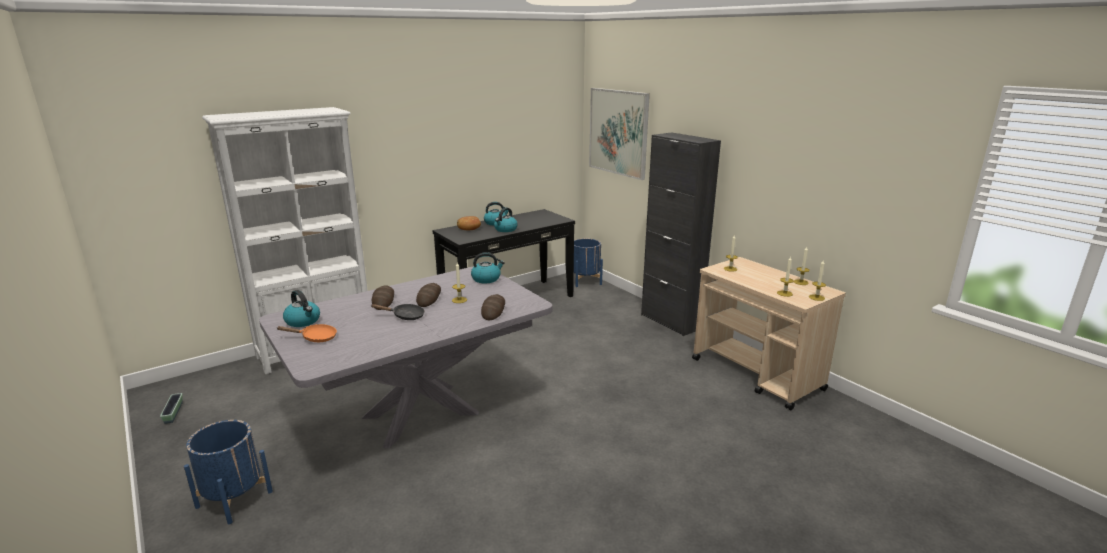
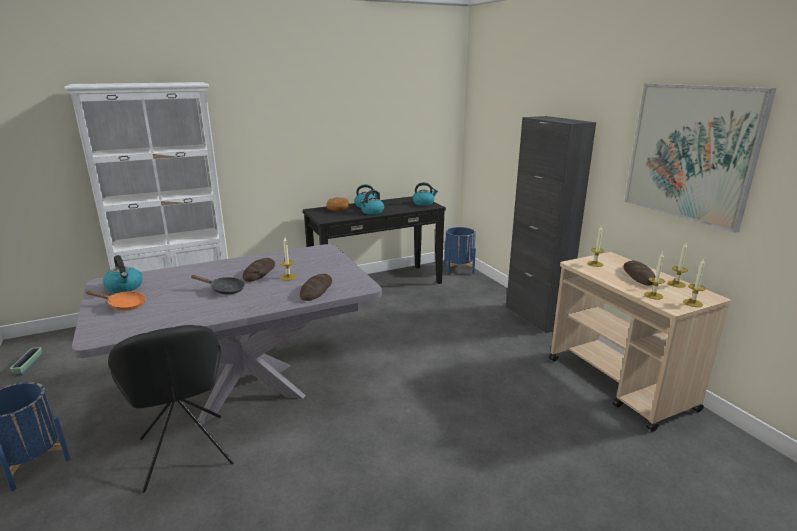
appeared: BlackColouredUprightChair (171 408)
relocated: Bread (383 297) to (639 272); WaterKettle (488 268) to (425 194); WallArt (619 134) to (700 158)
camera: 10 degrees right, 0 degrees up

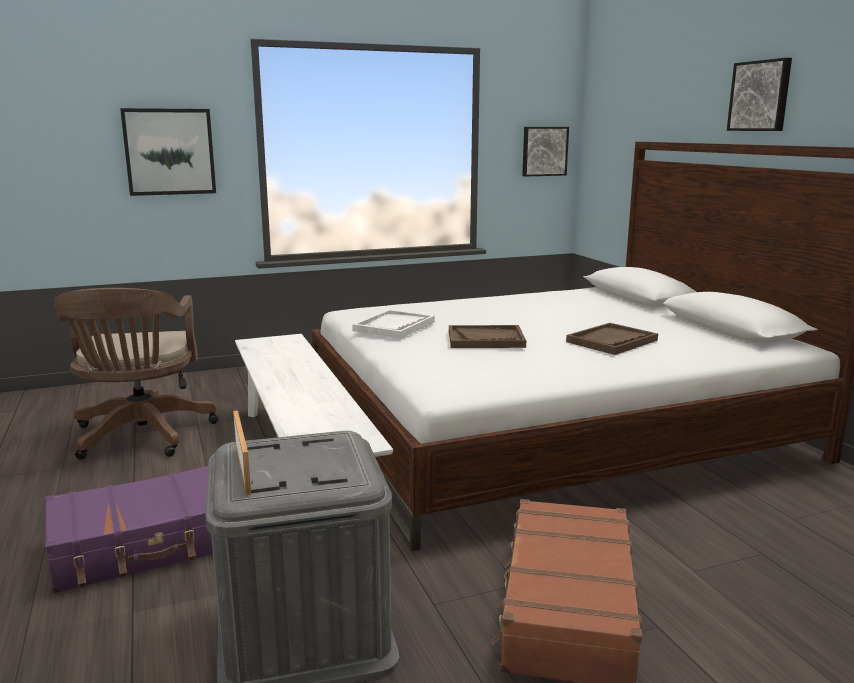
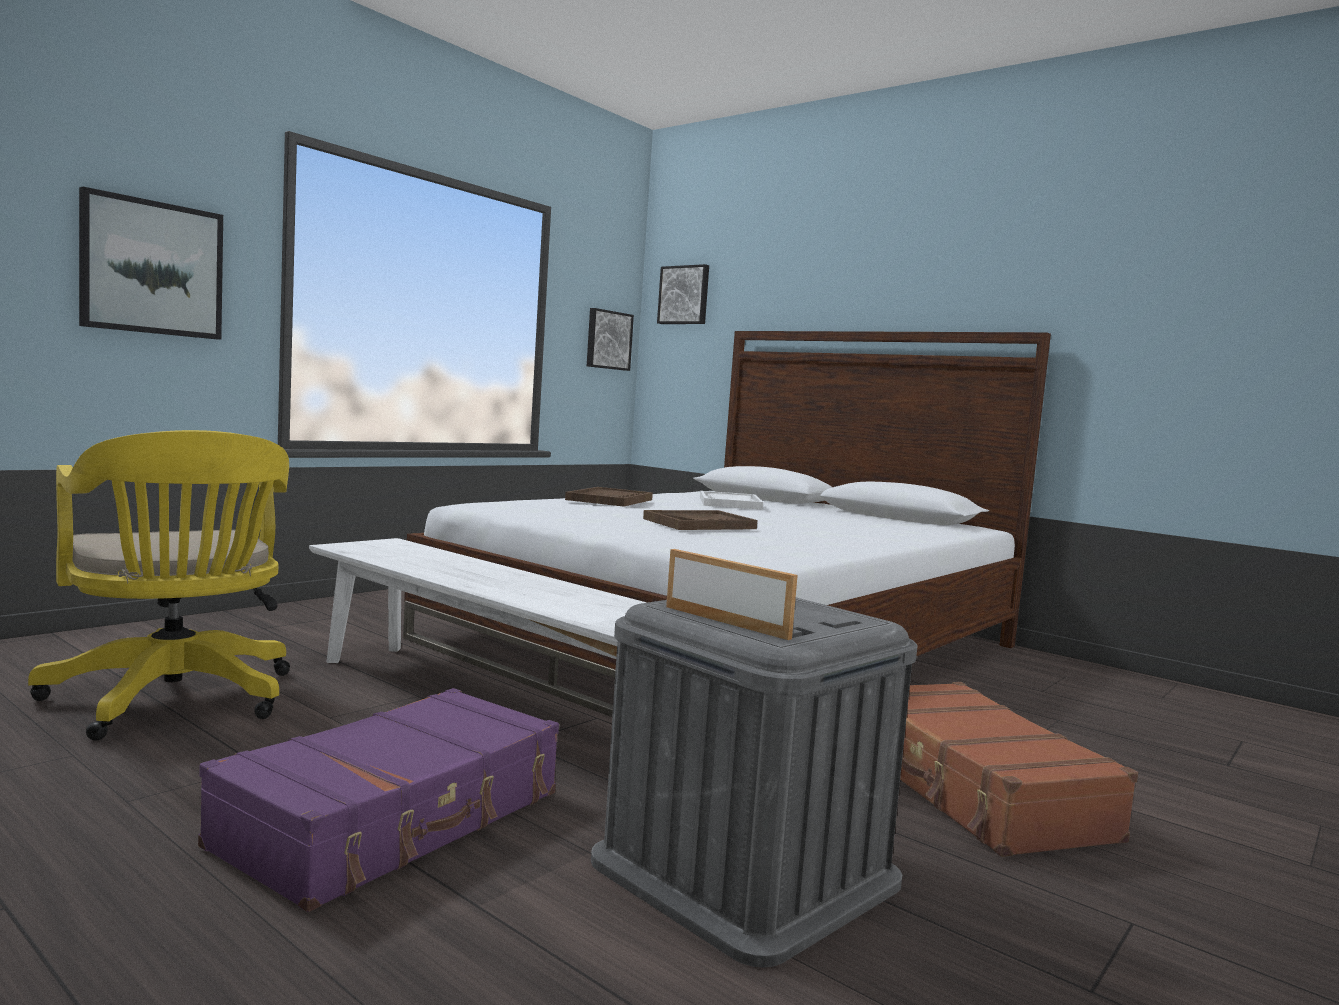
relocated: WhiteCarryingTray (394 324) to (731 500); BrownColouredCarryingTray (612 339) to (609 497); WallArt (759 94) to (683 294)
colour: BrownColouredOfficeChair (136 374) to YellowColouredOfficeChair (159 585)
camera: 30 degrees left, 10 degrees down

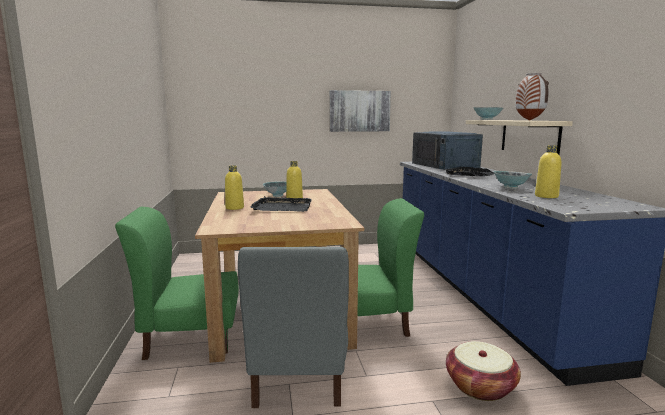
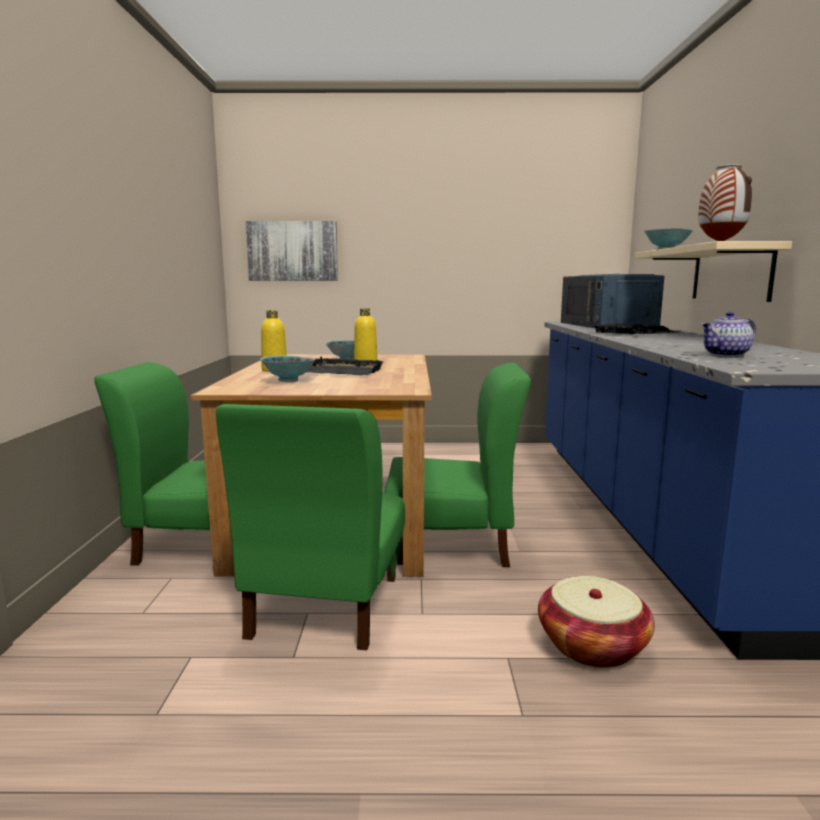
relocated: WallArt (360 111) to (291 251); ServingBowl (513 180) to (288 368)
exchanged: YellowColouredDrinkBottle (548 171) to Teapot (728 334)
colour: GrayUprightChair (293 327) to GreenColouredUprightChair (310 527)
camera: 10 degrees right, 0 degrees up

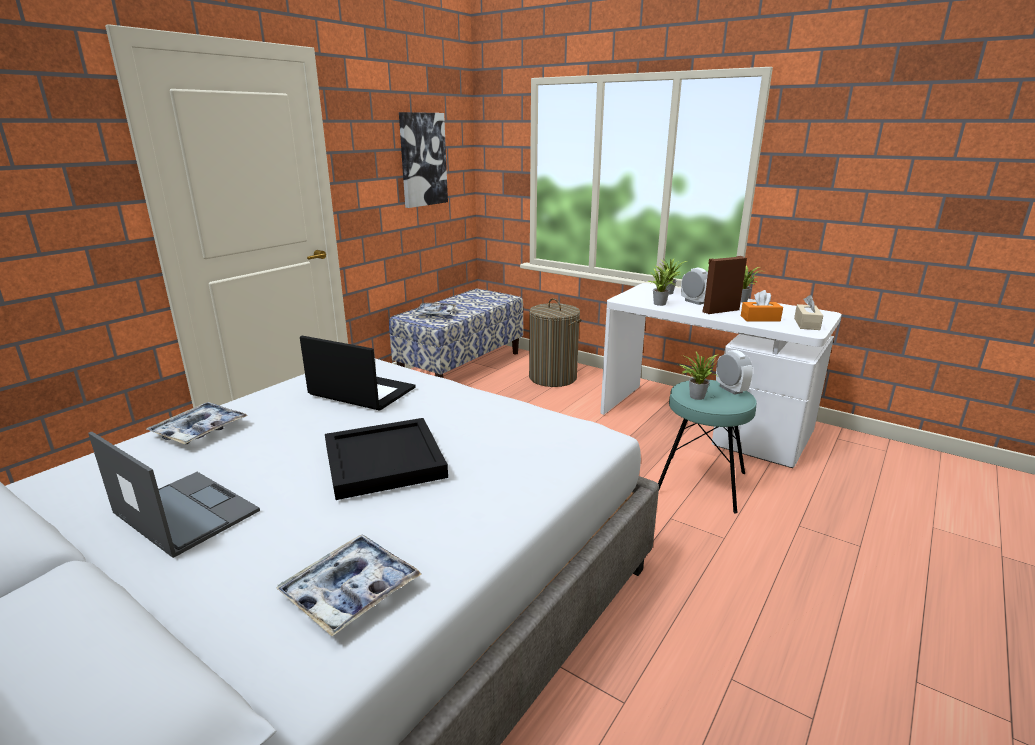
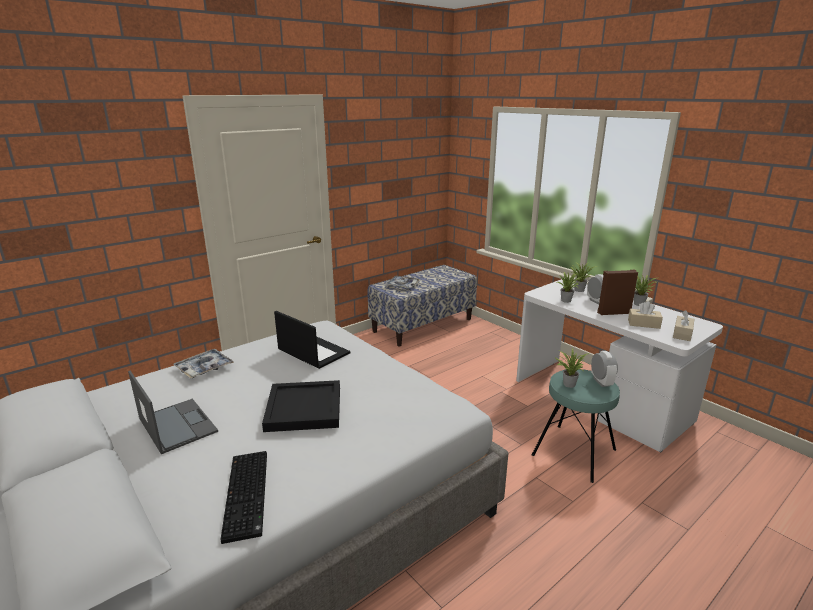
missing: WallArt (423 160); Hamper (555 342)
exchanged: CarryingTray (349 585) to PcKeyboard (243 497)
colour: OrangeyTissueHolder (762 306) to BeigeTissueHolder (645 315)
camera: 15 degrees right, 0 degrees up

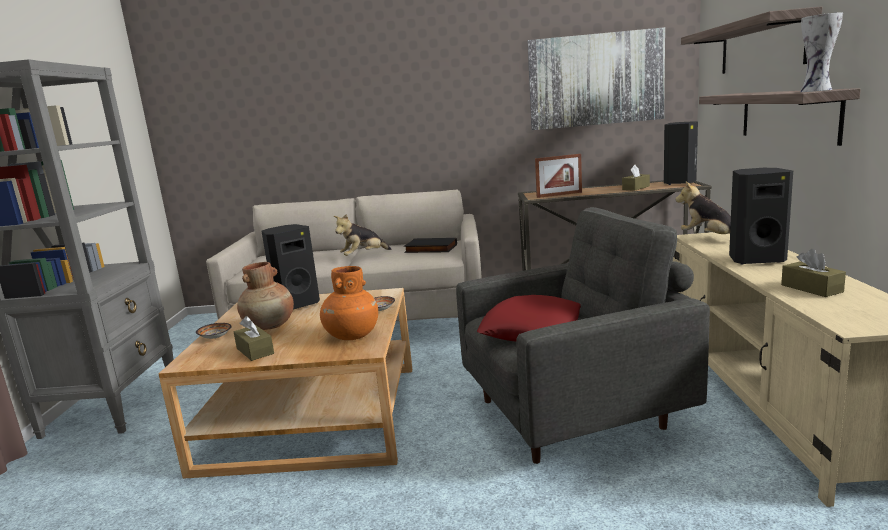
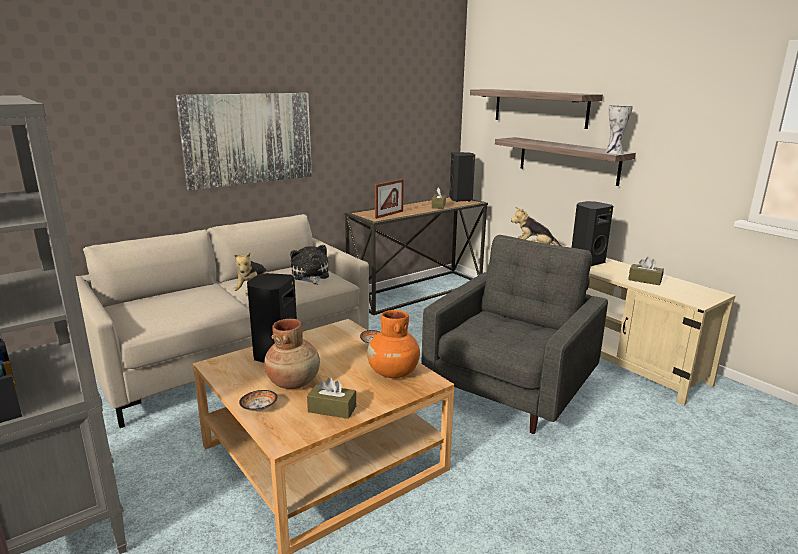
missing: RedPillow (529 318)
relocated: WallArt (596 78) to (244 141)
exchanged: BlackColouredVolume (430 245) to PlushToy (309 265)
camera: 40 degrees left, 5 degrees up

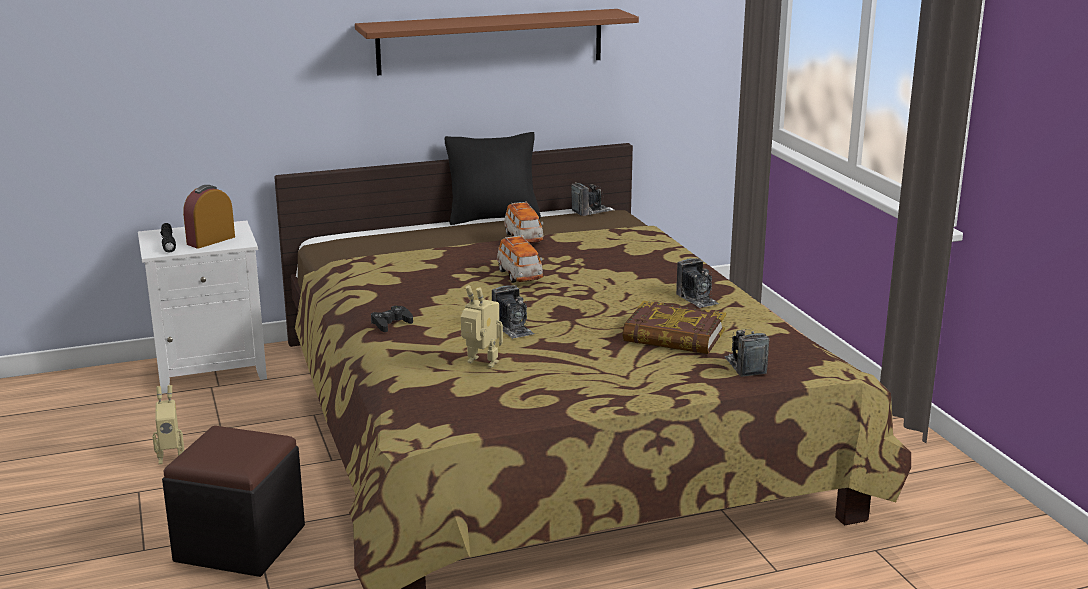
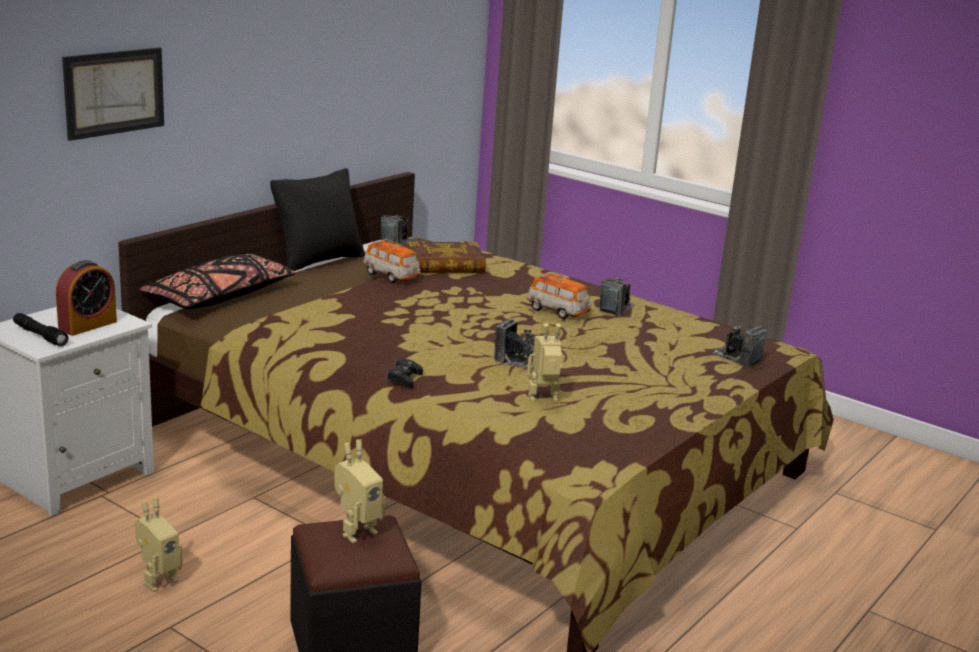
missing: BrownColouredWallShelf (497 42)
appeared: WallArt (113 94); BlackColouredPillow (217 281); ToyRobot (359 491)
relocated: ToyCar (520 259) to (559 295); Volume (674 327) to (447 257)
spun: BedsideClock (209 217) = (86 298) 150 degrees counterclockwise; PhotoCamera (697 283) = (617 297) 90 degrees counterclockwise
camera: 35 degrees left, 0 degrees up

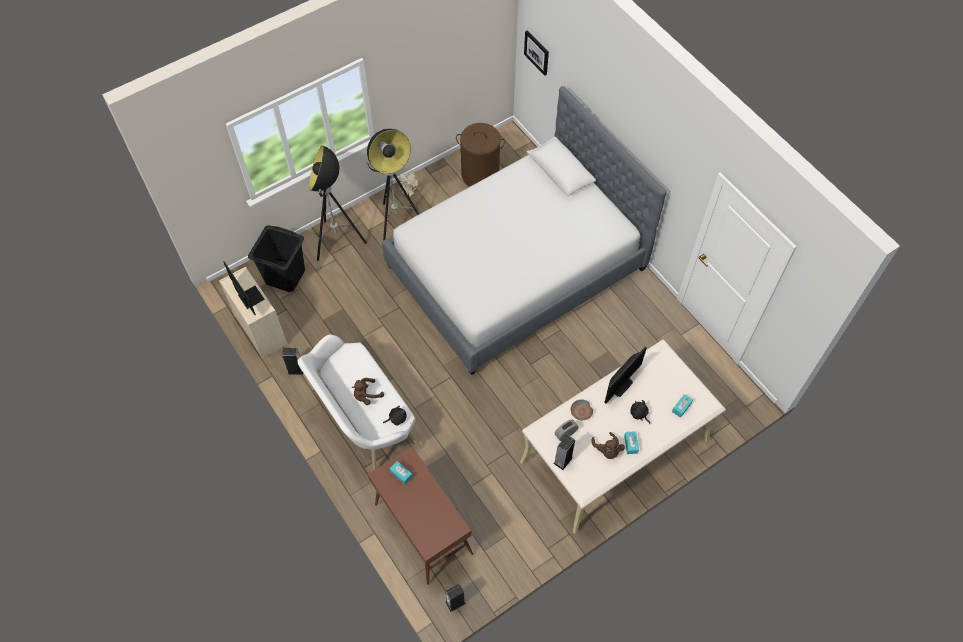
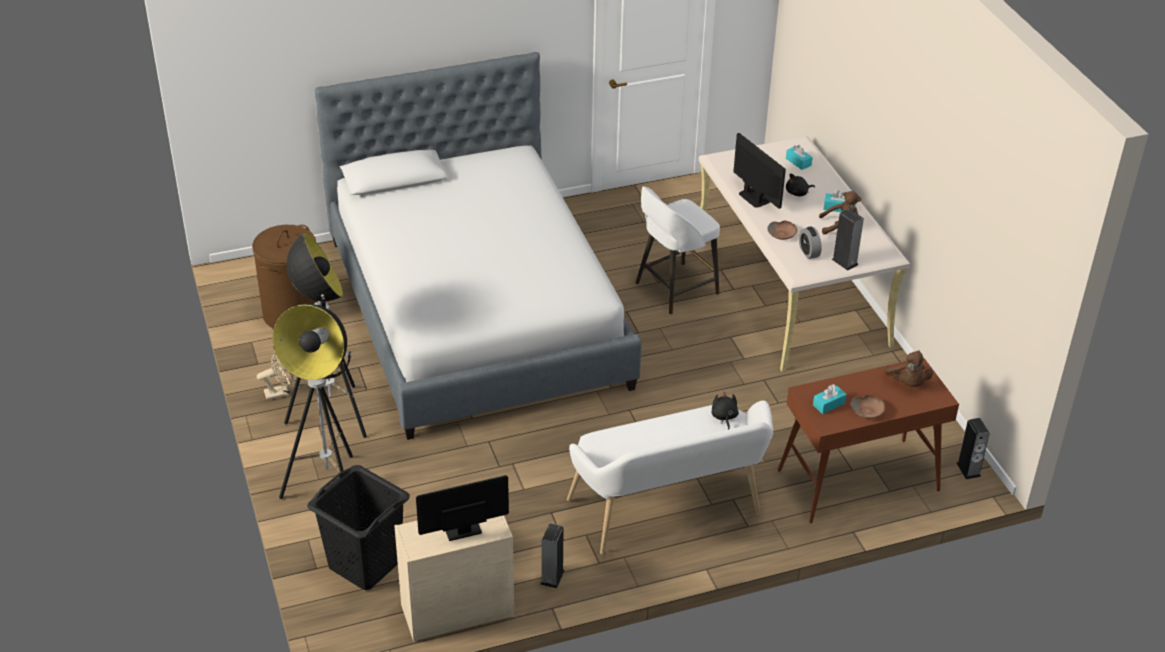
missing: WallArt (536 52)
appeared: WhiteSittingStool (678 250); BrownColouredServingBowl (868 407)
relocated: BrownColouredPlushToy (368 391) to (908 368)
camera: 75 degrees left, 20 degrees down

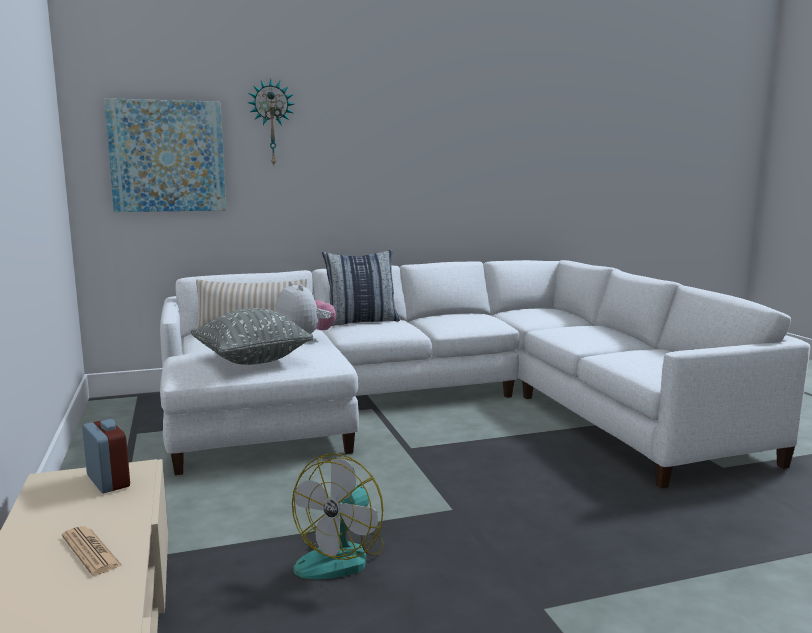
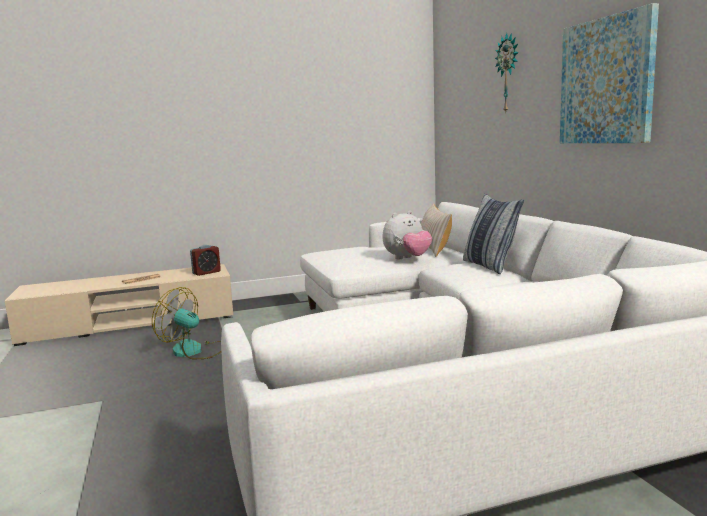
missing: GrayPillow (252 336)
relocated: WallArt (165 155) to (609 73)
camera: 90 degrees right, 0 degrees up

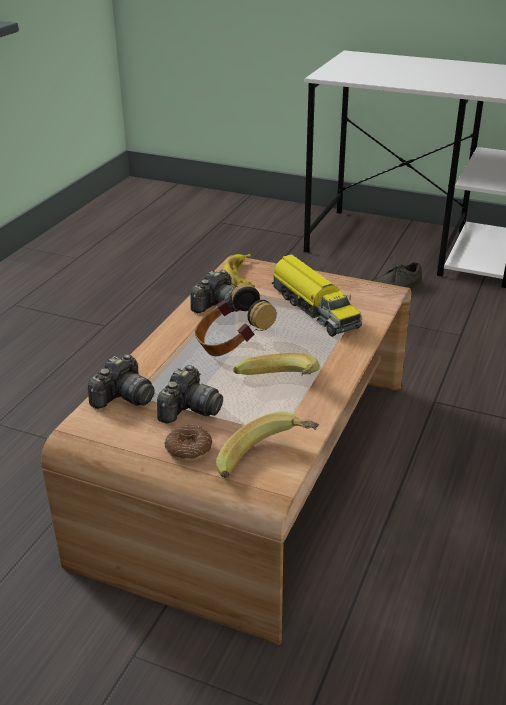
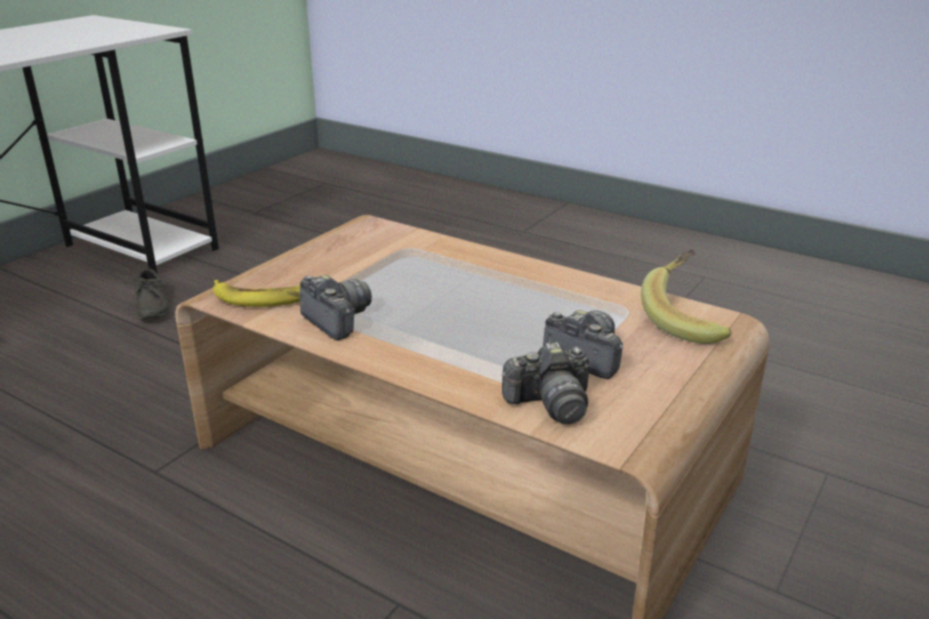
missing: Doughnut (188 443); Headphones (236 319); BananaFruit (276 364); ModelTruck (317 295)
spun: PhotoCamera (121 381) = (545 383) 120 degrees clockwise
camera: 80 degrees left, 5 degrees down

